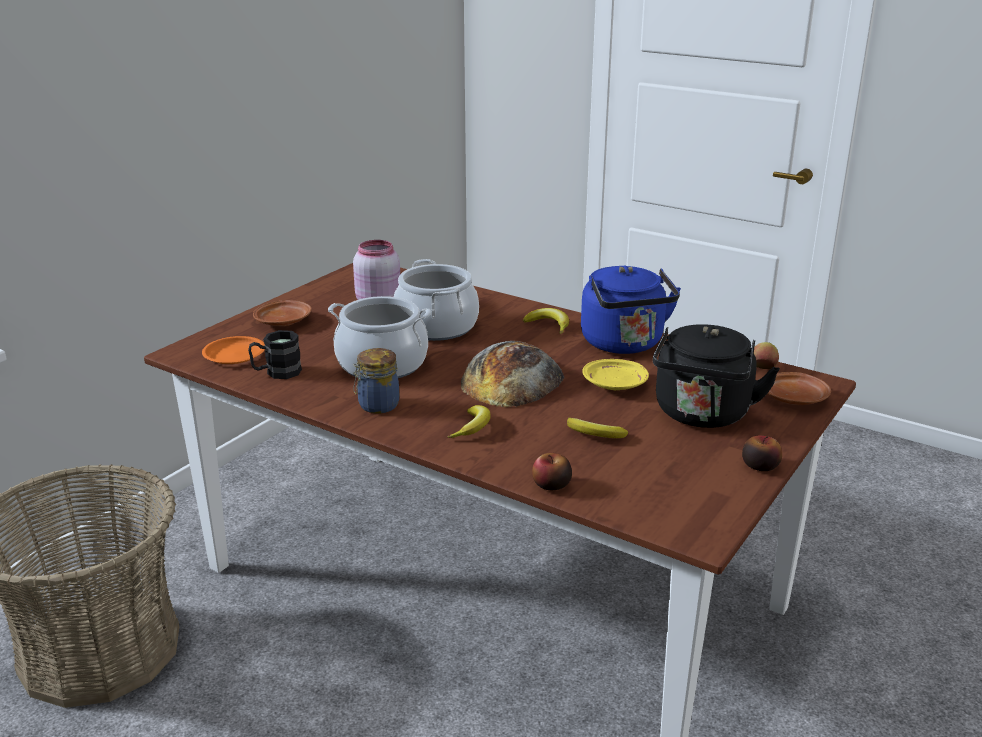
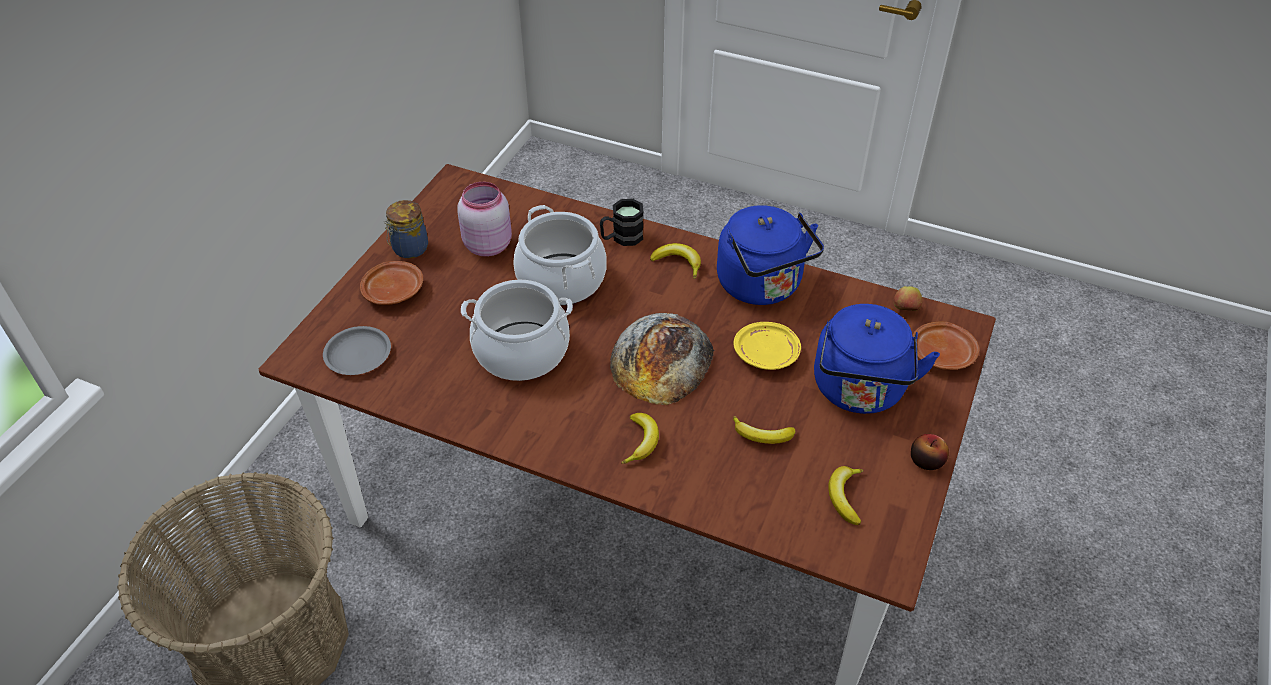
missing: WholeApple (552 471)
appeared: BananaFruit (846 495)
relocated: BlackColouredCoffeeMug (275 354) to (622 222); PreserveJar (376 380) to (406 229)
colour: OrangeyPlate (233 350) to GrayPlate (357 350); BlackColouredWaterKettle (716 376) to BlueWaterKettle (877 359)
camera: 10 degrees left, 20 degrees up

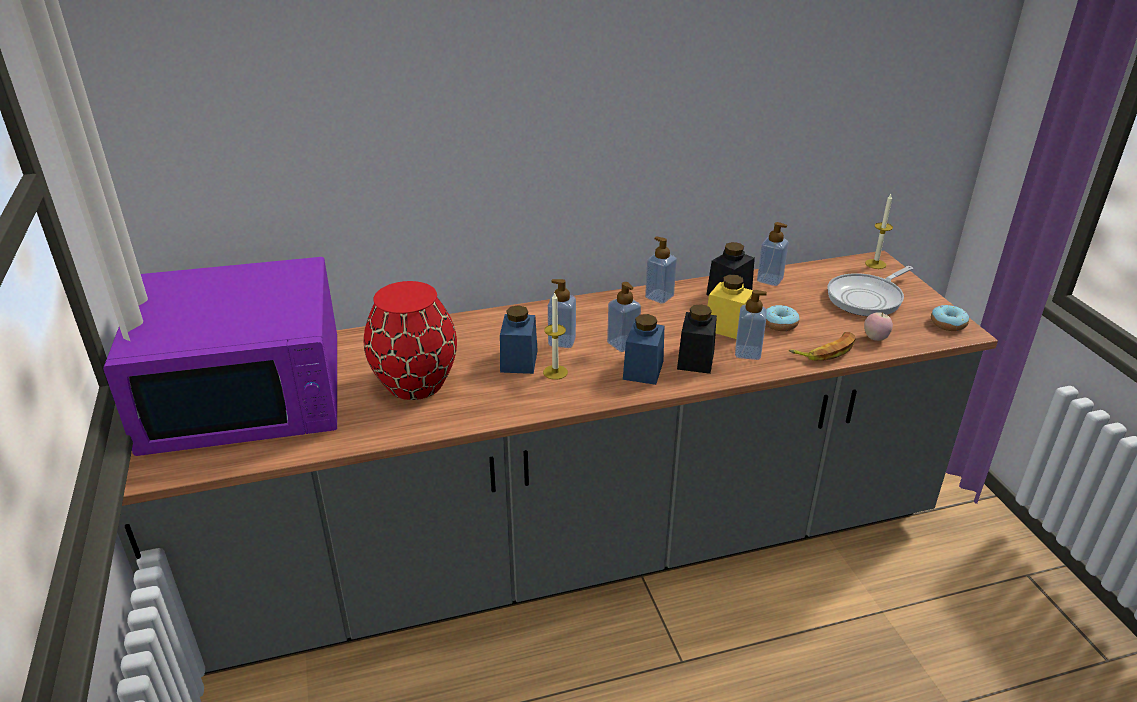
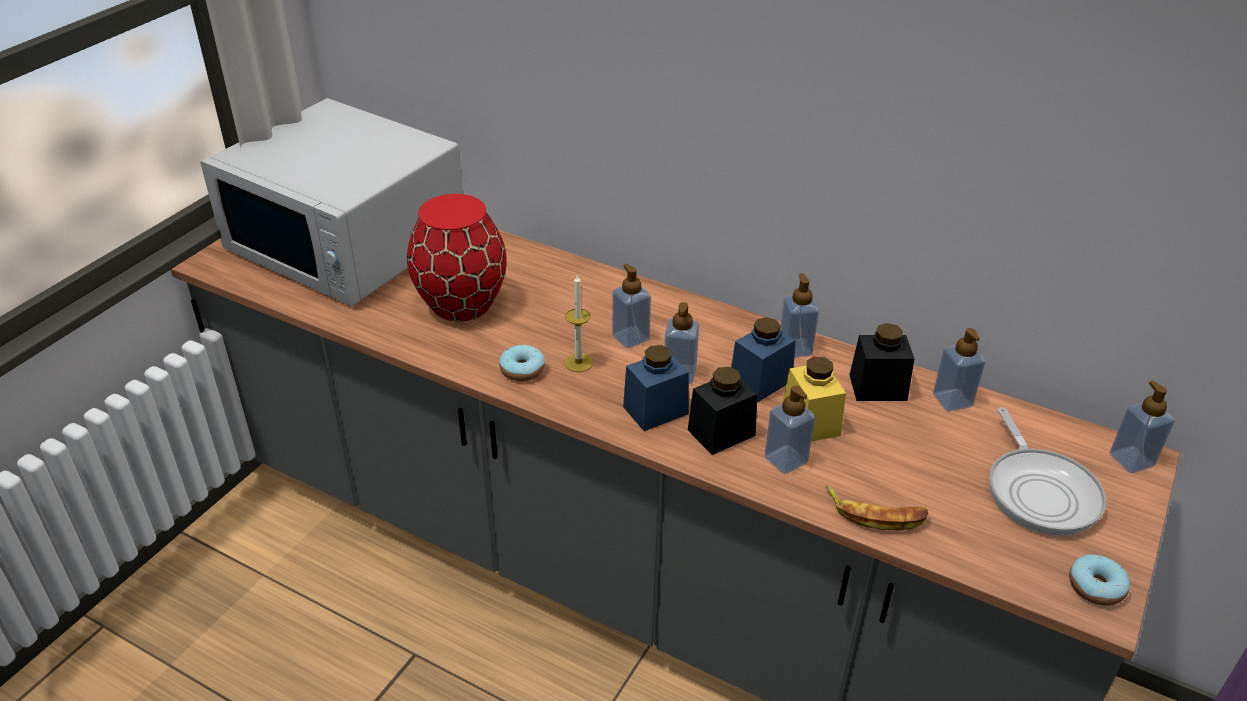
missing: WholeApple (878 326)
relocated: BluePreserveJar (519 339) to (763 359); Doughnut (783 318) to (522 363)
exchanged: Candle (879 231) to SoapBottle (1142 427)
colour: PurpleColouredMicrowave (220 356) to WhiteMicrowave (331 202)
spun: FryingPan (870 291) = (1047 471) 105 degrees counterclockwise
camera: 45 degrees right, 5 degrees up

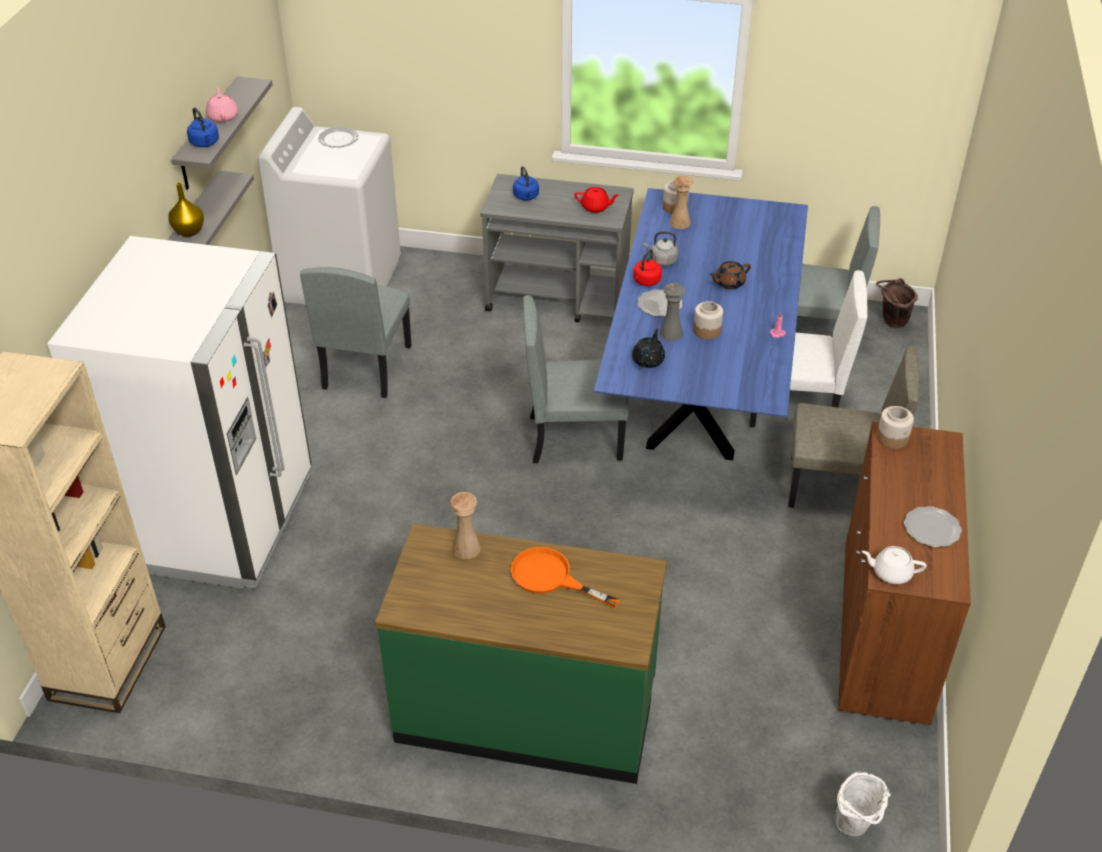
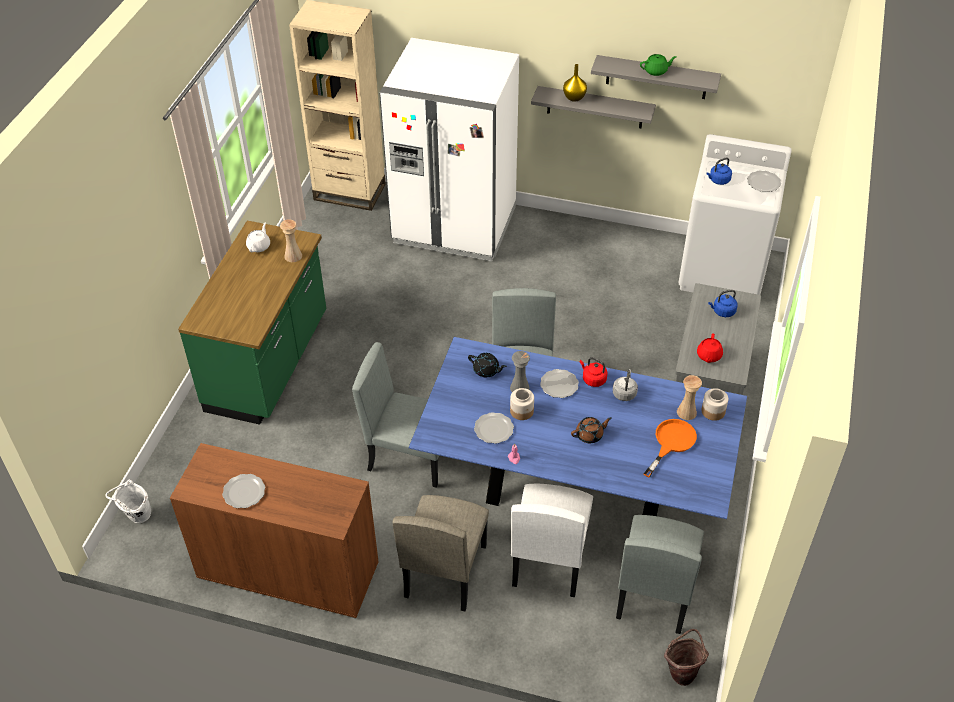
missing: PreserveJar (895 427)
appeared: Plate (494 428)
relocated: BlueWaterKettle (203 127) to (719 171); GrayUprightChair (356 332) to (395 415); OrangeyFryingPan (565 577) to (670 448); WhiteTeapot (894 565) to (258 237)
colour: PinkishTeapot (222 105) to GreenColouredTeapot (658 65)
spun: BrownColouredTeapot (730 275) = (591 430) 90 degrees clockwise
camera: 95 degrees right, 5 degrees up

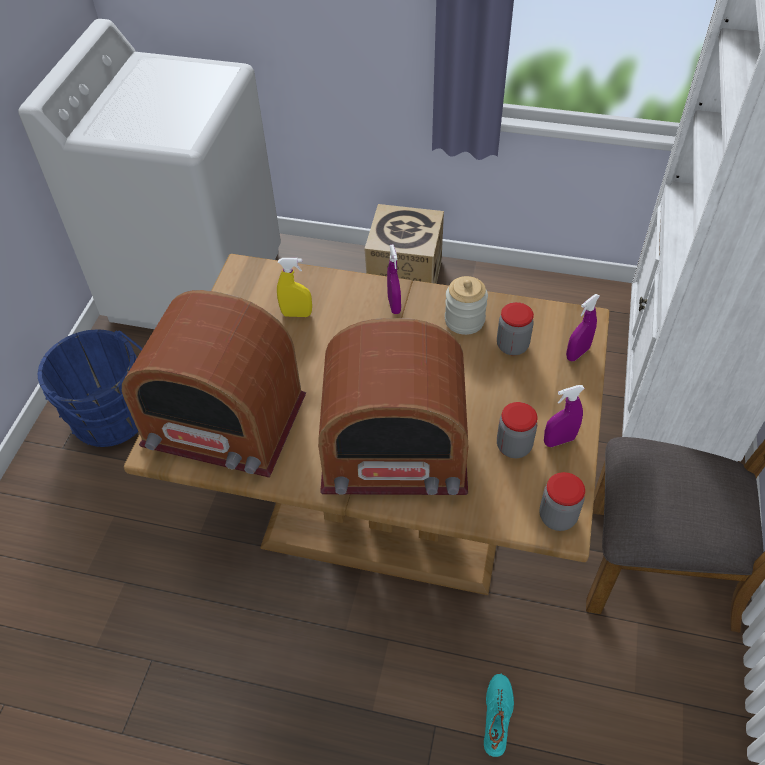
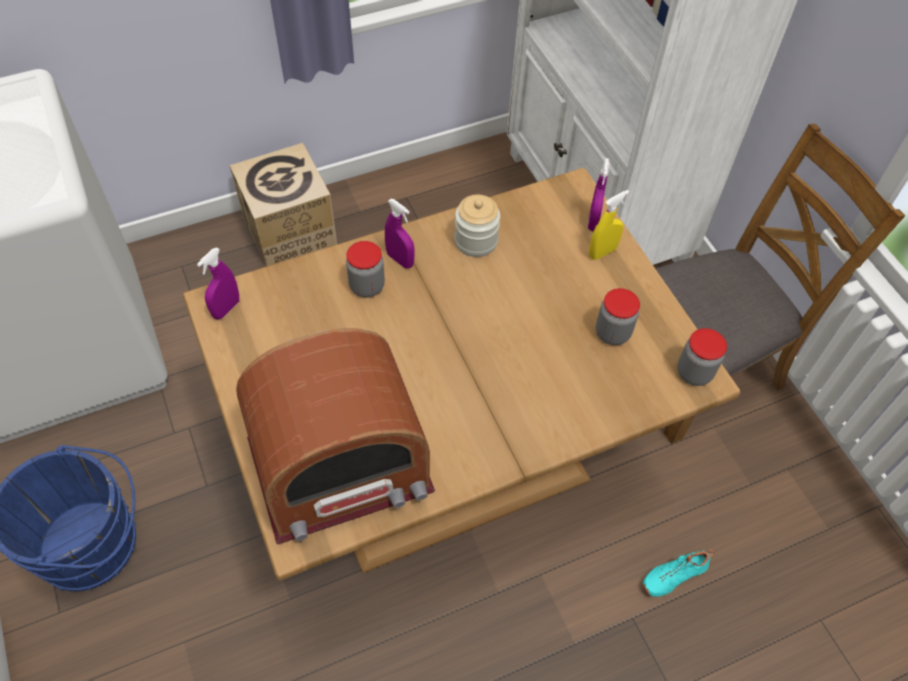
missing: Radio (393 406)
relocated: YellowColouredSprayBottle (294 287) to (609 225); PreserveJar (515 328) to (365 269); PurpleColouredSprayBottle (564 416) to (218 283)
spun: BlueGreenLowShoe (498 715) = (678 573) 90 degrees counterclockwise
camera: 40 degrees left, 5 degrees up

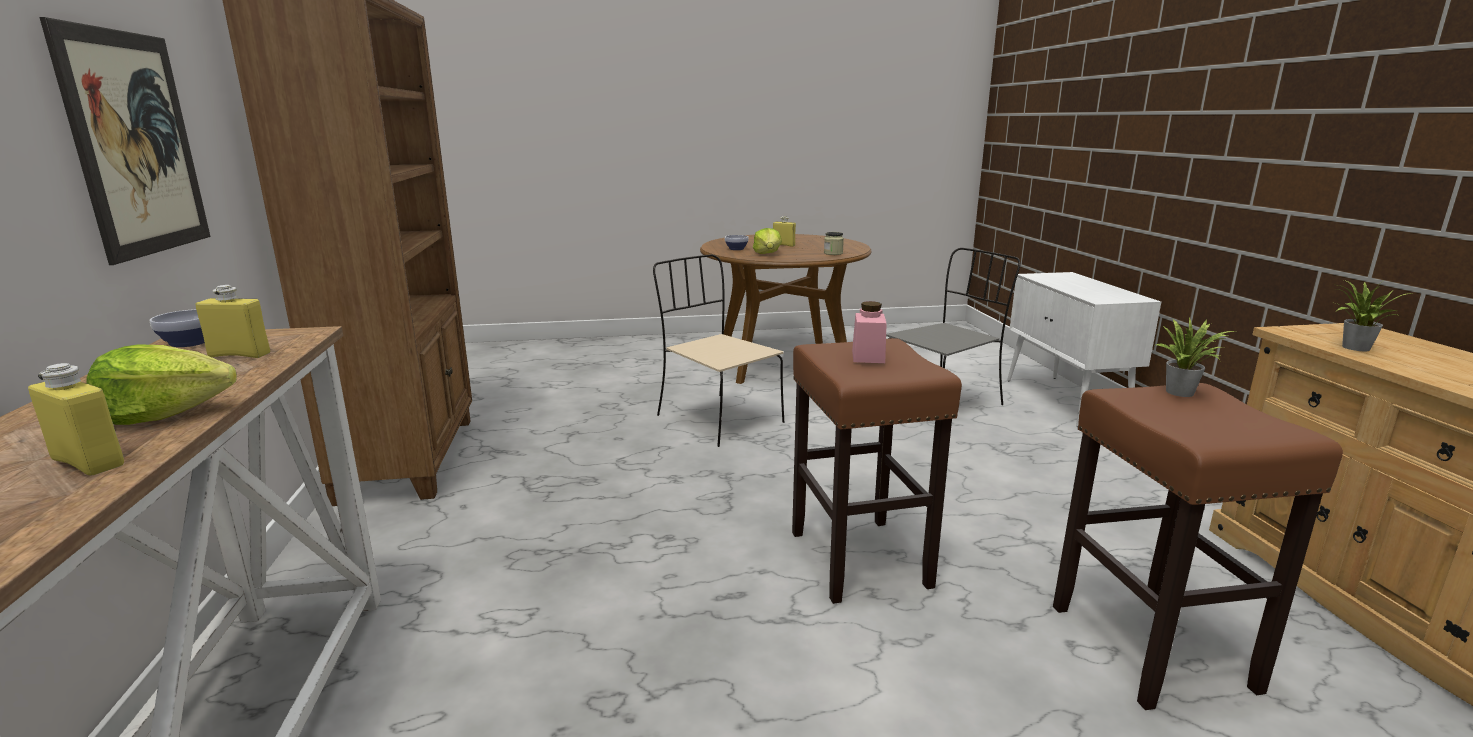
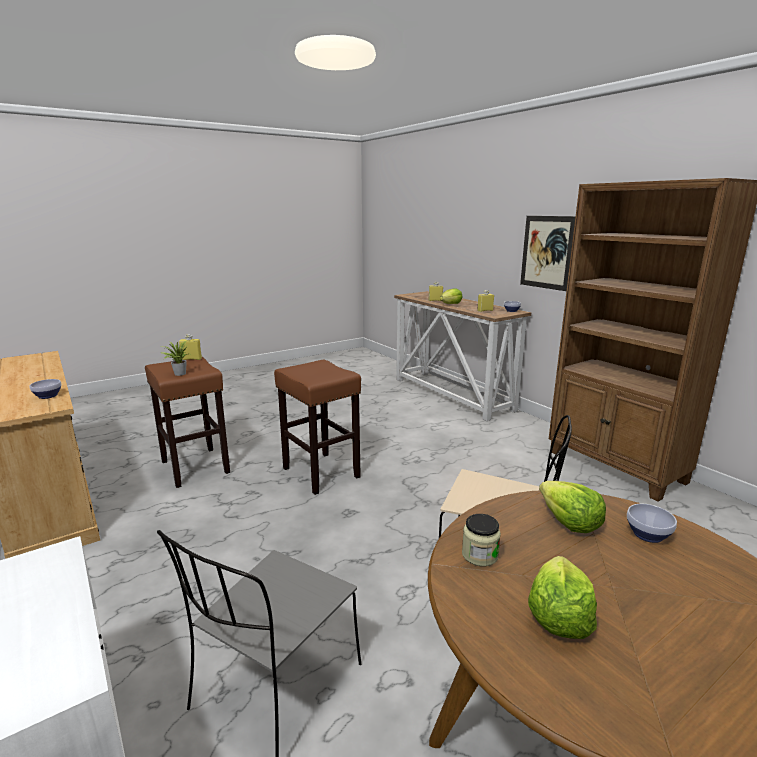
missing: PinkishPreserveJar (869 332)
appeared: LettuceHead (562 597)
relocated: YellowColouredDrinkBottle (784 231) to (190 347)
exchanged: PottedPlant (1373 315) to ServingBowl (45 389)
camera: 155 degrees right, 0 degrees up

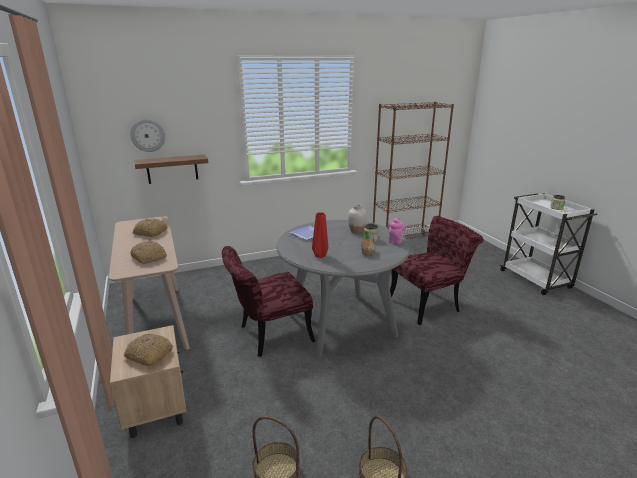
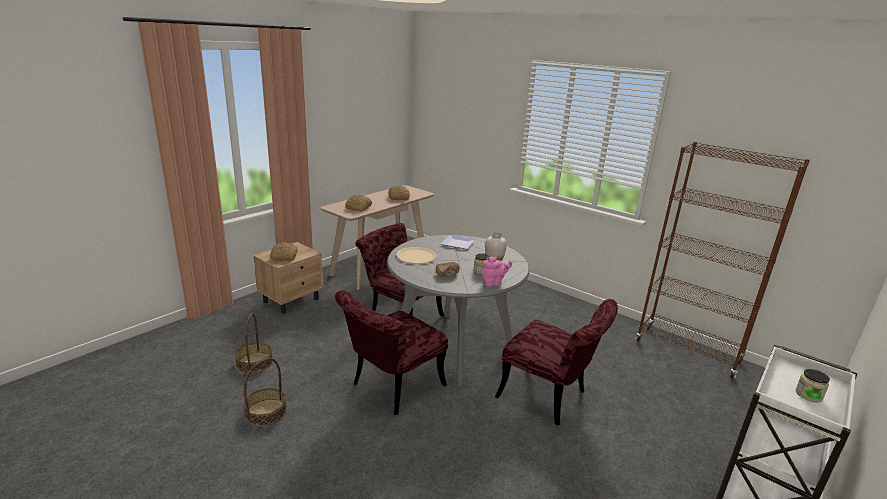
missing: WallClock (147 135); BrownColouredWallShelf (171 169)
appeared: RedUprightChair (391 352)
exchanged: RedFlowerVase (320 235) to BeigePlate (416 255)
camera: 60 degrees right, 0 degrees up

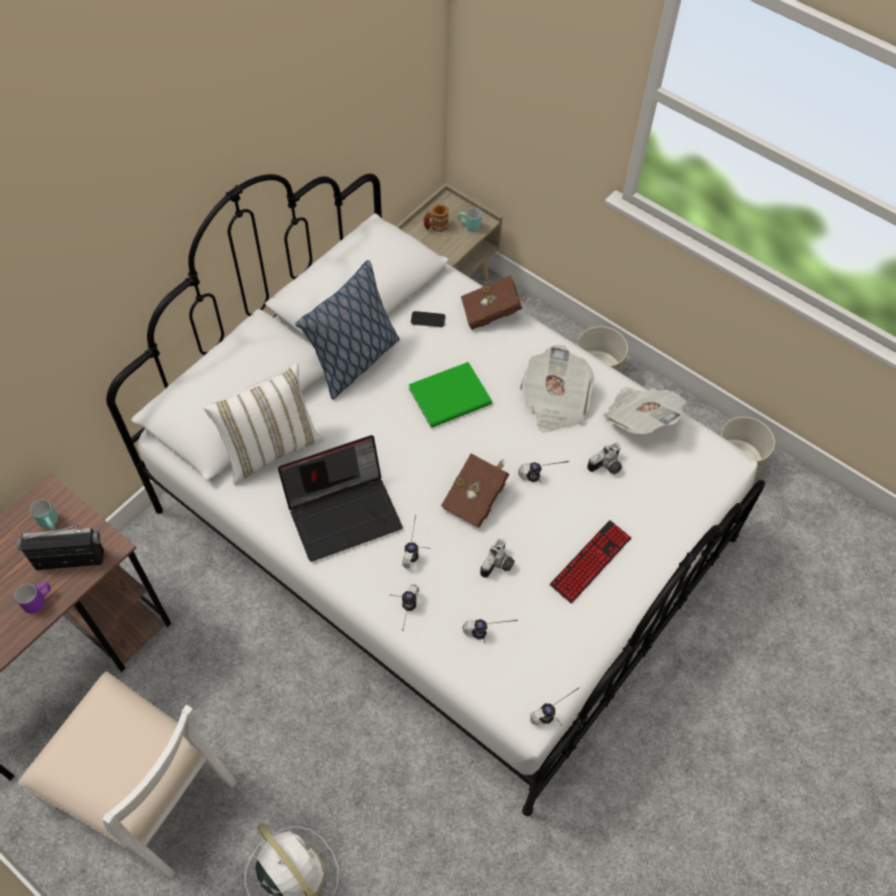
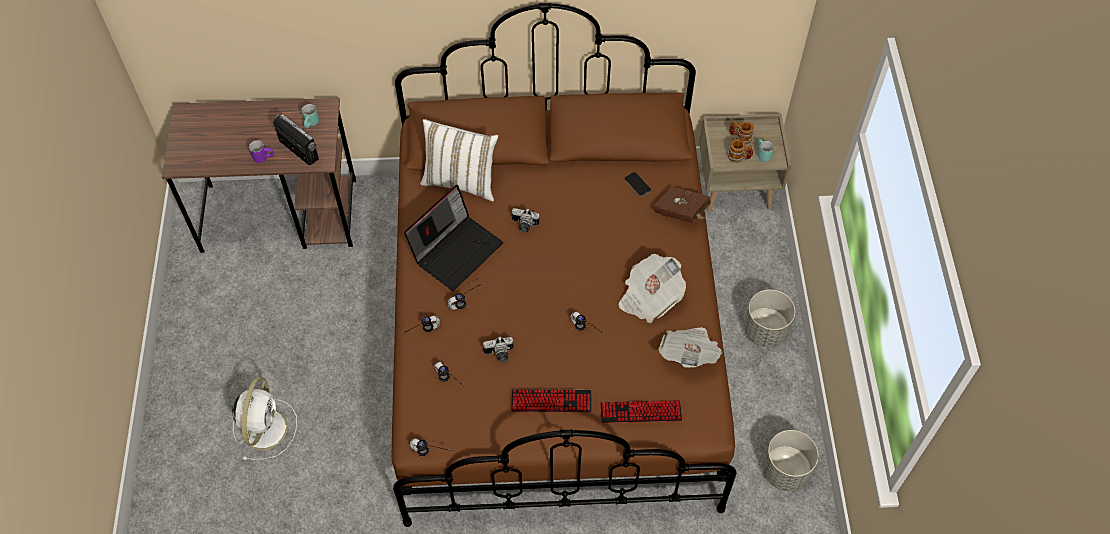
missing: WhiteUprightChair (127 775); Pillow (347 330); GreenColouredVolume (450 395); BrownColouredVolume (475 490)
appeared: PcKeyboard (641 411); CoffeeMug (740 151)
relocated: PhotoCamera (604 458) to (526 220)
colour: WhiteBed (435 495) to BrownColouredBed (564 265)
spun: NotebookComputer (340 498) = (453 238) 75 degrees counterclockwise
camera: 50 degrees right, 0 degrees up

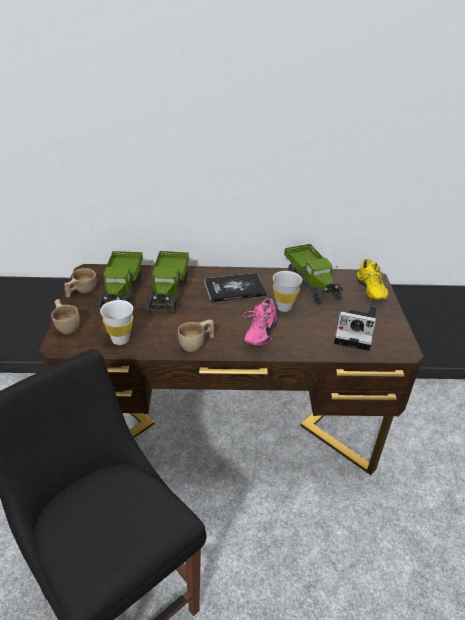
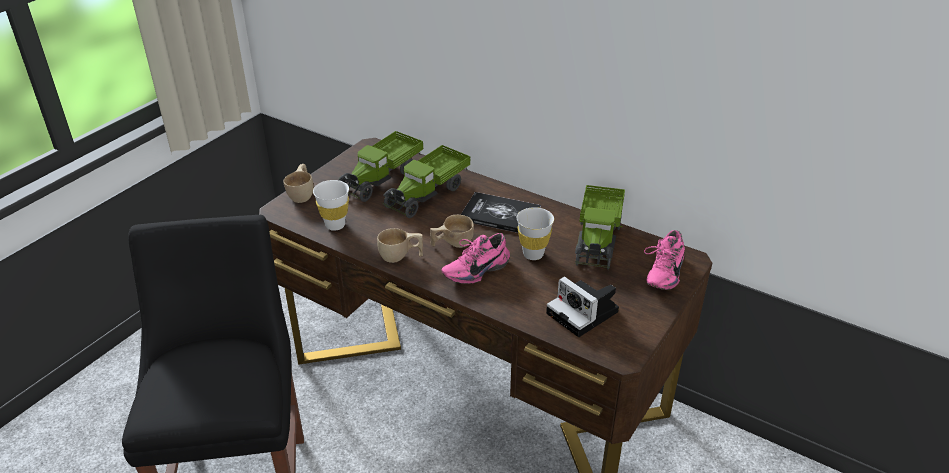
relocated: BeigeDrinkingCup (80 283) to (452 231)
colour: YellowColouredLowShoe (372 279) to PinkishLowShoe (664 260)
camera: 35 degrees right, 0 degrees up

